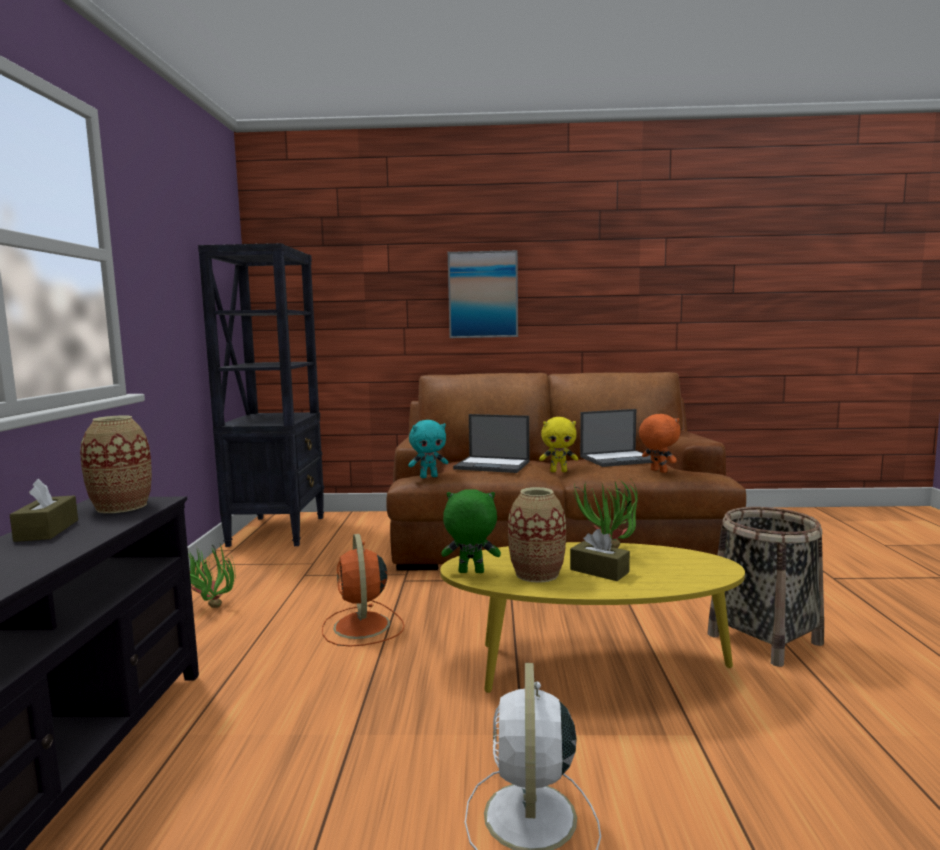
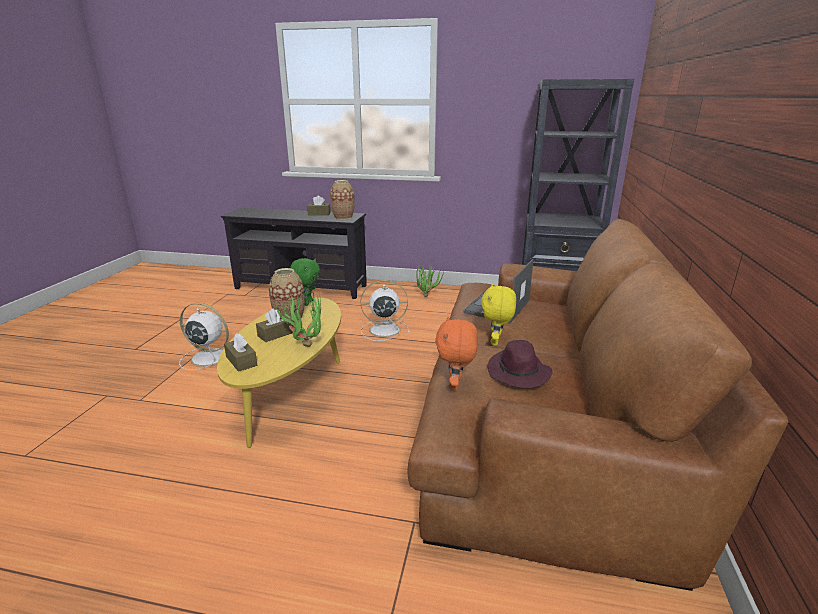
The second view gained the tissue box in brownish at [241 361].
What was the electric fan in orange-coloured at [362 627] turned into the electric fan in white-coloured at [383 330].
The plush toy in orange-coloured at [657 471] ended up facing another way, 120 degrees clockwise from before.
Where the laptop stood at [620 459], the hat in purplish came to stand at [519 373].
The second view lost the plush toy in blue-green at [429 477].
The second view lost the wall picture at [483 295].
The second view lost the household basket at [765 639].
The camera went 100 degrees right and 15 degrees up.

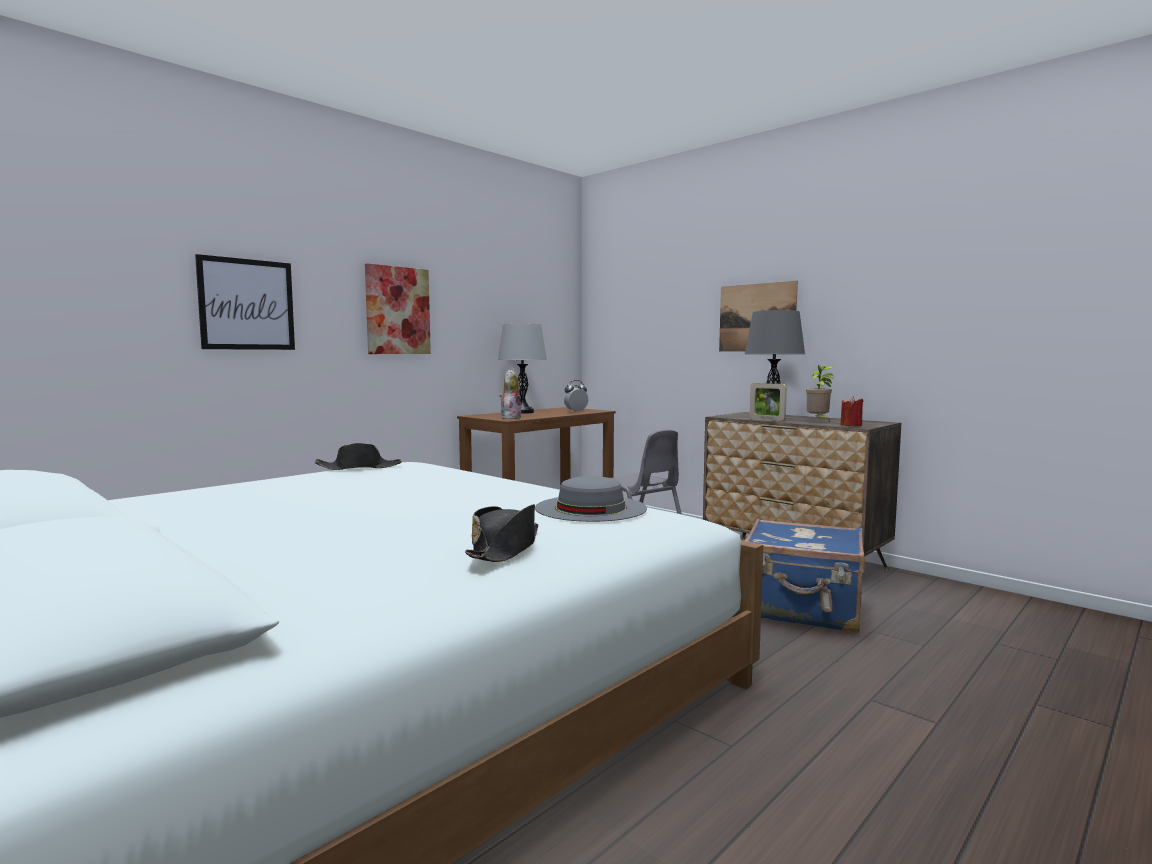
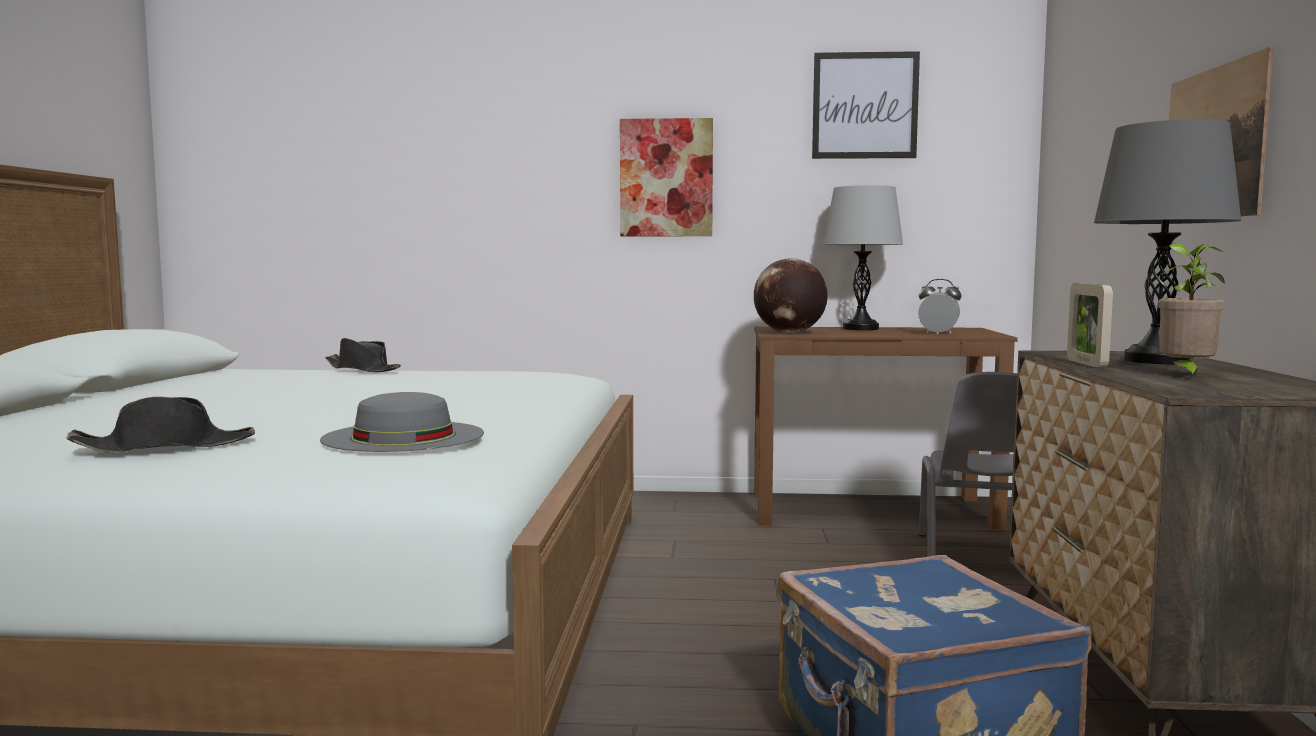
The hat in black ended up elsewhere, having gone from [359 467] to [363 369].
Where the plush toy stood at [510 418], the desk globe came to stand at [789 333].
The wall picture ended up elsewhere, having gone from [247 304] to [865 105].
The second view lost the wax light in reddish at [851 425].
The camera went 50 degrees right and 0 degrees up.

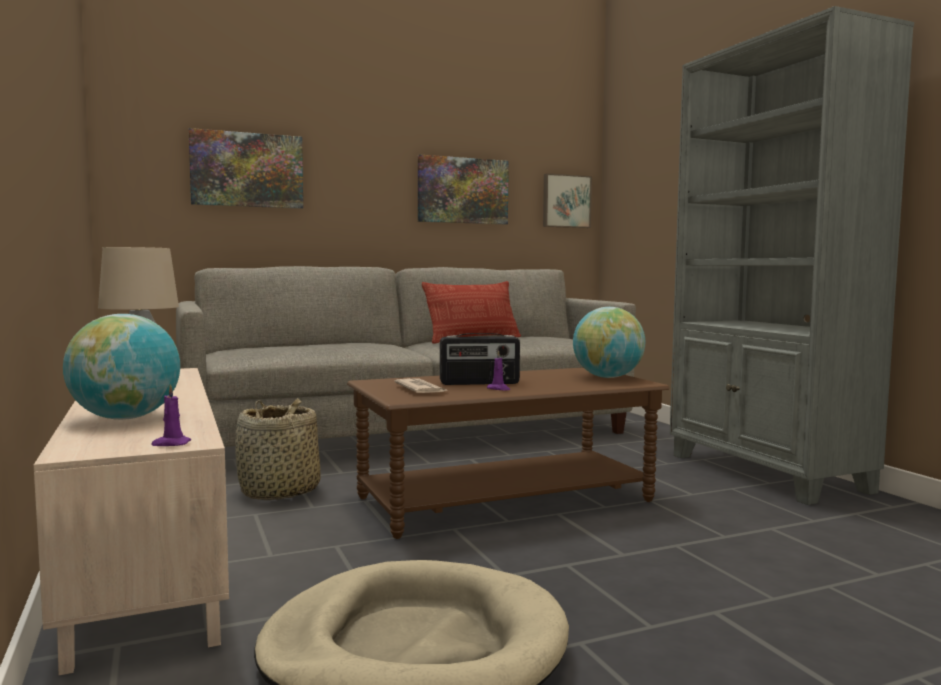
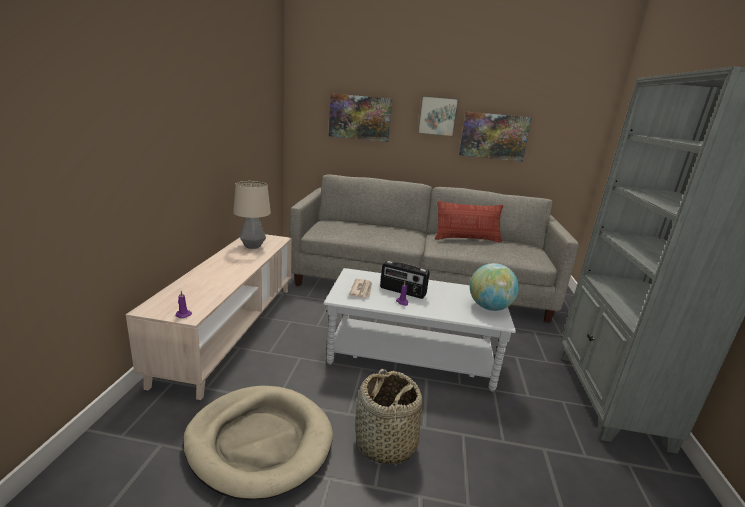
What was the lounge table in brownish at [506 500] turned into the lounge table in grey at [411 356].
The household basket ended up elsewhere, having gone from [280 492] to [385 443].
The wall picture ended up elsewhere, having gone from [566 201] to [437 116].
The second view lost the desk globe at [125 418].
The camera went 30 degrees right and 15 degrees up.

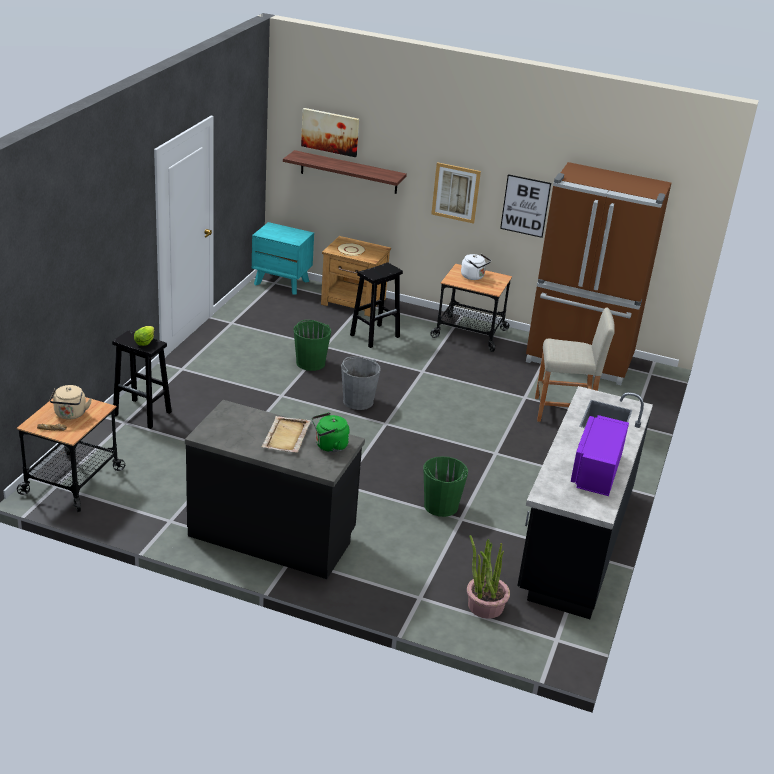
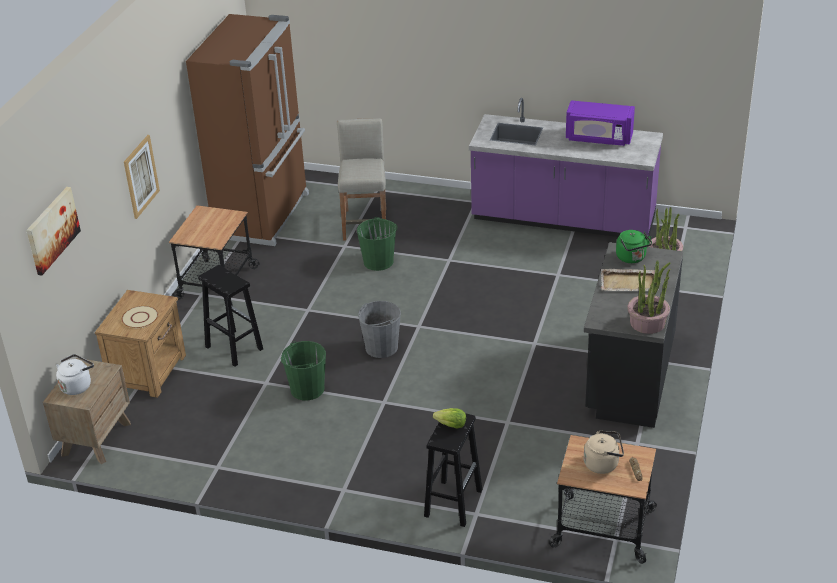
What was the nightstand in blue-green at [282 282] turned into the nightstand in brownish at [96 438].
The tea kettle in white-coloured ended up elsewhere, having gone from [474 277] to [77 385].
The bucket in green ended up elsewhere, having gone from [441 506] to [378 262].
What was the counter in black at [575 541] turned into the counter in purplish at [563 219].
The second view gained the potted plant at [647 323].
The second view lost the shelf at [349 172].
The second view lost the wall picture at [525 206].
The camera went 90 degrees left and 5 degrees up.

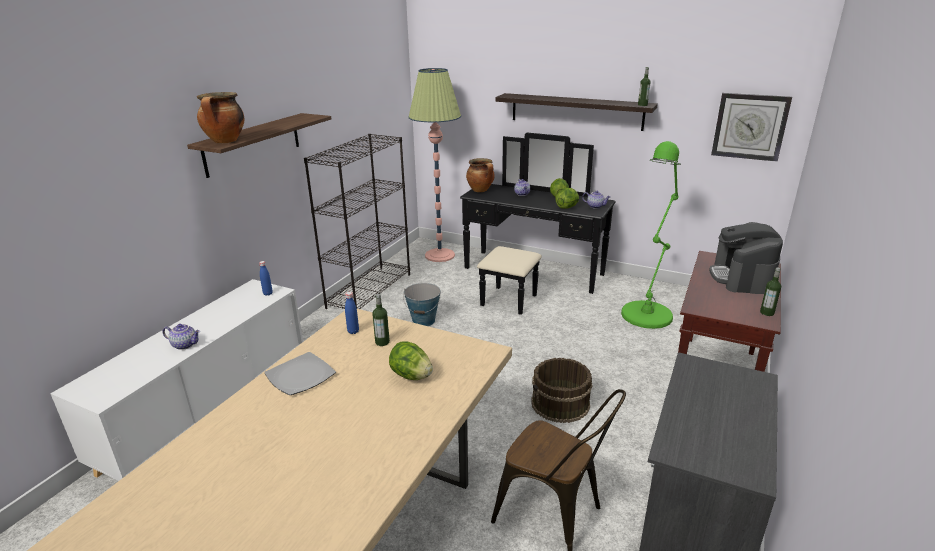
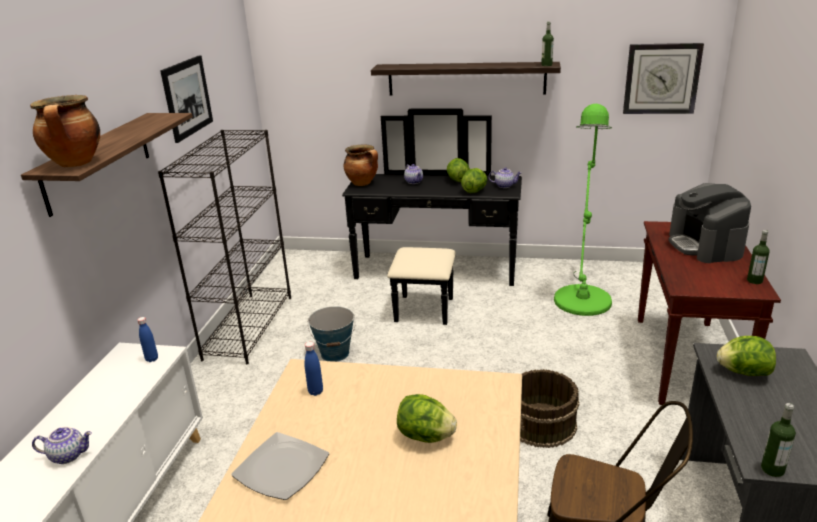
The second view gained the wall picture at [187 97].
The second view gained the lettuce head at [743 372].
The bottle ended up elsewhere, having gone from [382 342] to [772 469].
The second view lost the floor lamp at [440 255].
The camera went 15 degrees left and 0 degrees up.

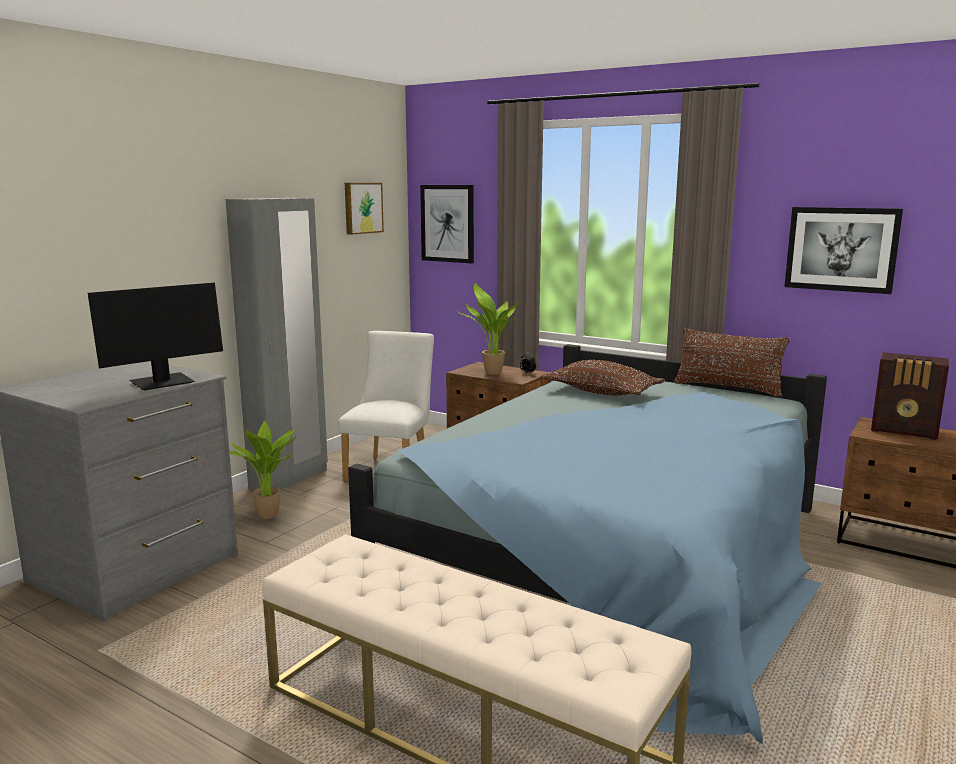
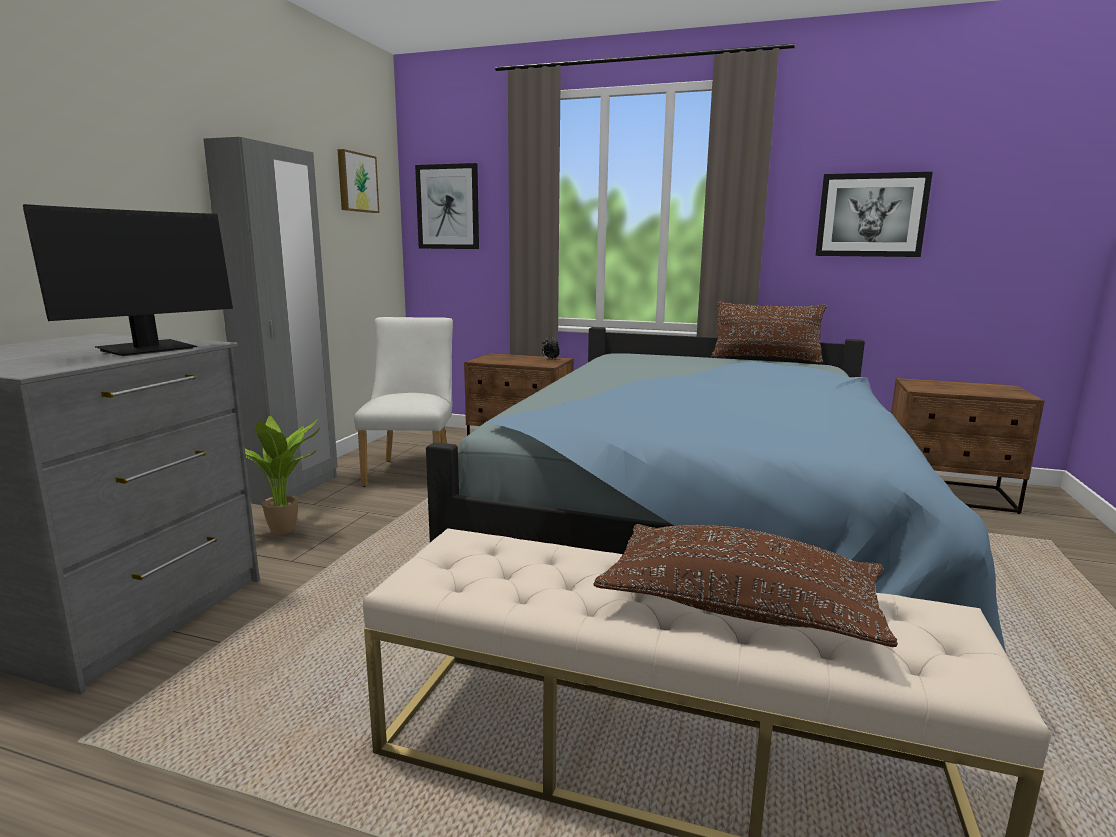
The cushion in brownish ended up elsewhere, having gone from [601 392] to [740 607].
The second view lost the potted plant at [490 373].
The second view lost the radio at [905 431].
The camera went 15 degrees left and 0 degrees up.

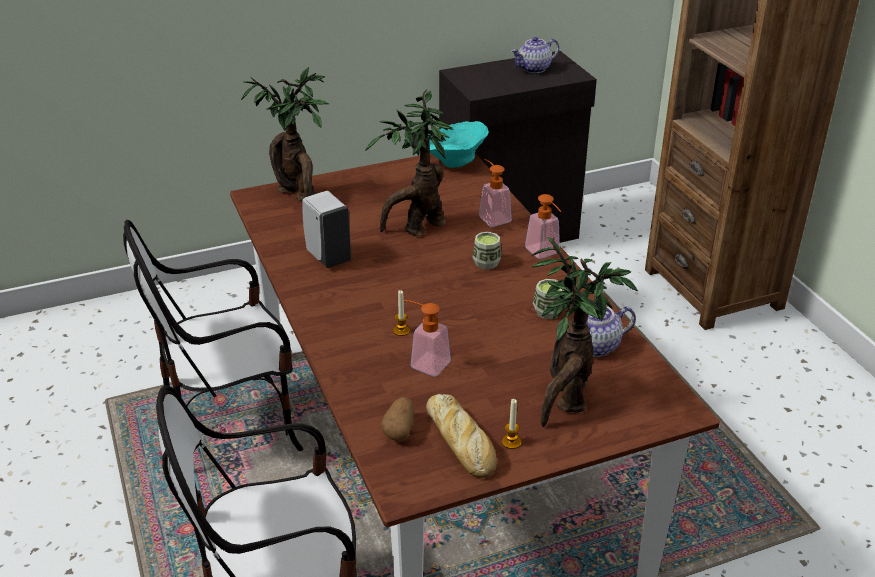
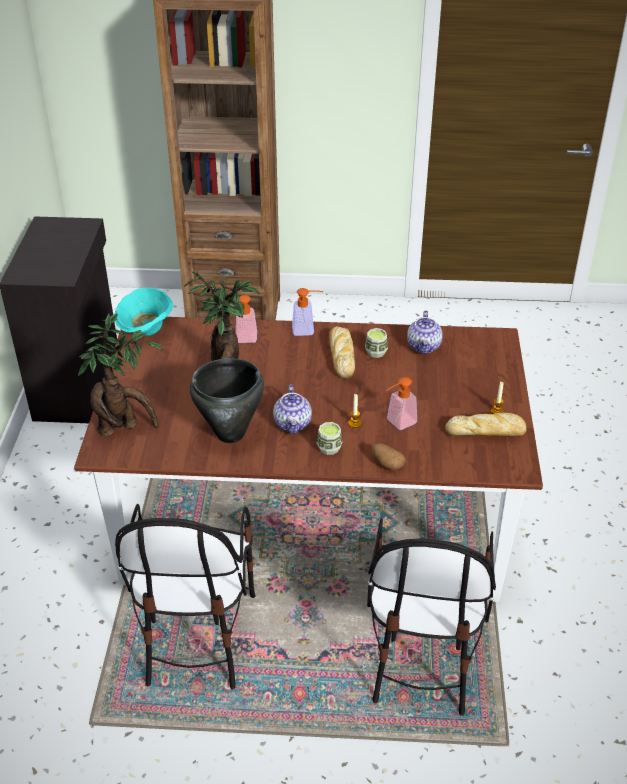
Where the liquid soap bottle in white-coloured stood at [327 256], the cooking pot in black came to stand at [231 434].
The tea pot ended up elsewhere, having gone from [534 69] to [293 424].
The small cup ended up elsewhere, having gone from [486 263] to [329 448].
The second view gained the bread at [341 355].
The potato ended up elsewhere, having gone from [400 429] to [386 463].
The second view lost the potted plant at [567 400].
The camera went 65 degrees left and 5 degrees up.

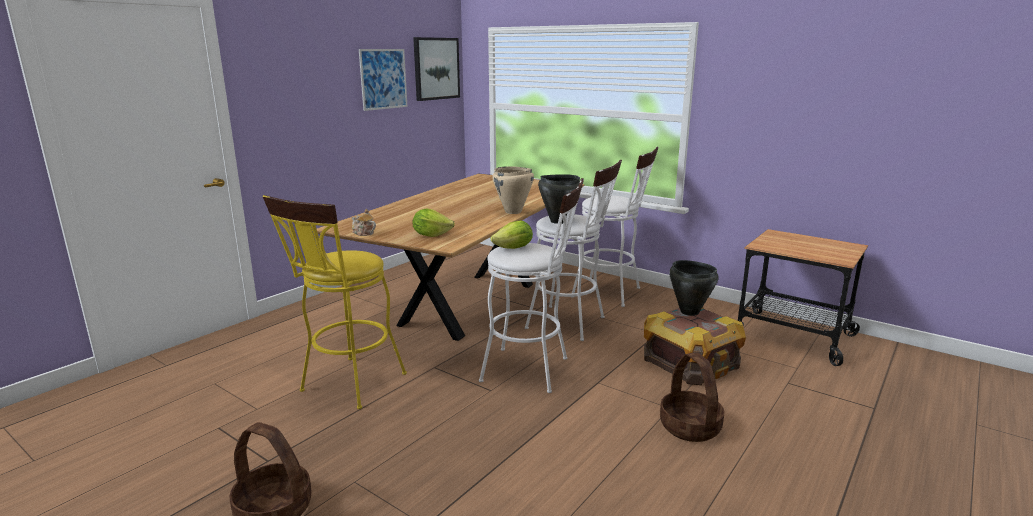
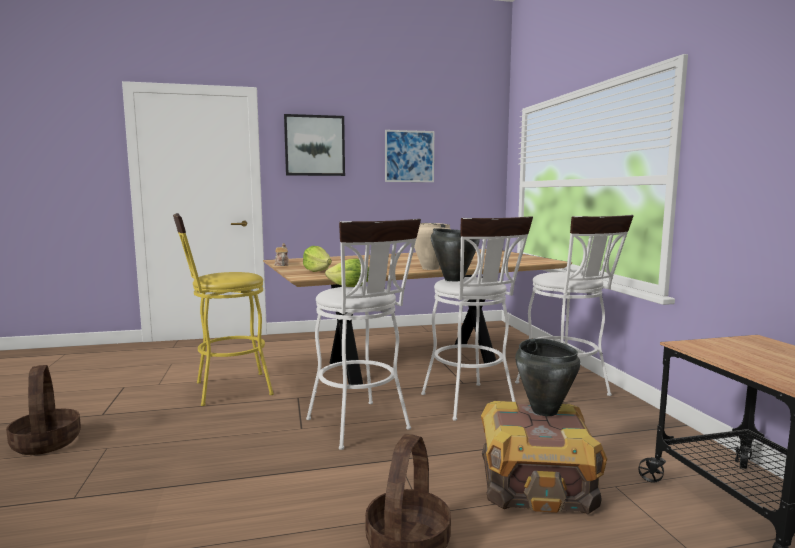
The wall picture ended up elsewhere, having gone from [436 68] to [314 145].
The camera went 40 degrees right and 10 degrees down.

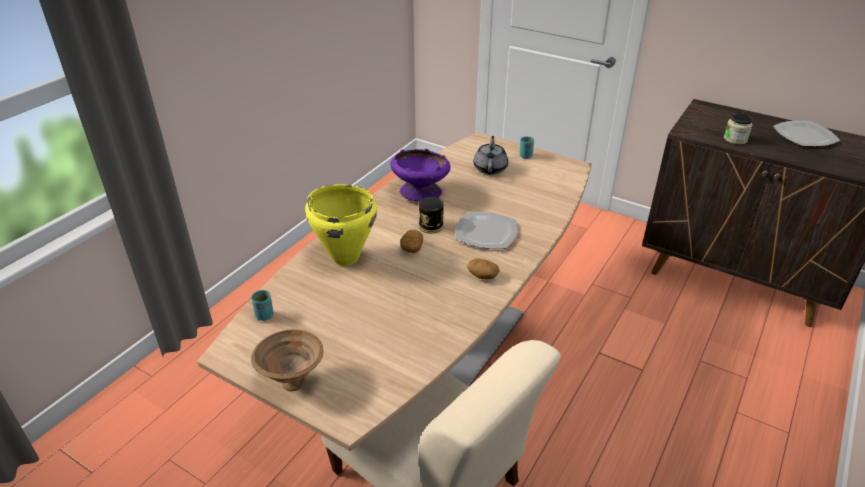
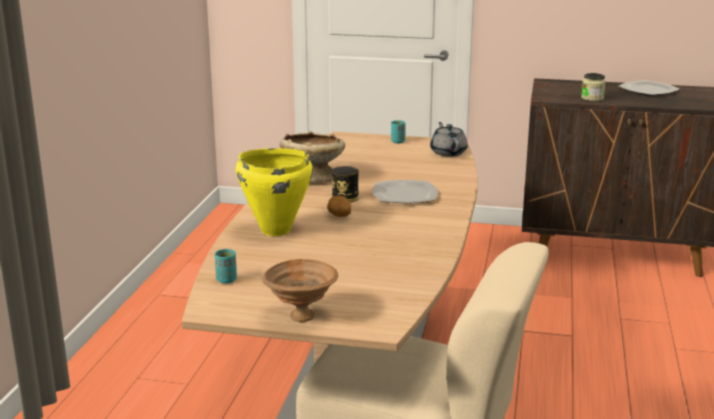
What was the deep dish in purplish at [420 192] turned into the deep dish in sand-coloured at [312 178].
The tea pot in grey ended up elsewhere, having gone from [490 168] to [448 152].
The second view lost the potato at [482 275].
The camera went 20 degrees left and 15 degrees down.

